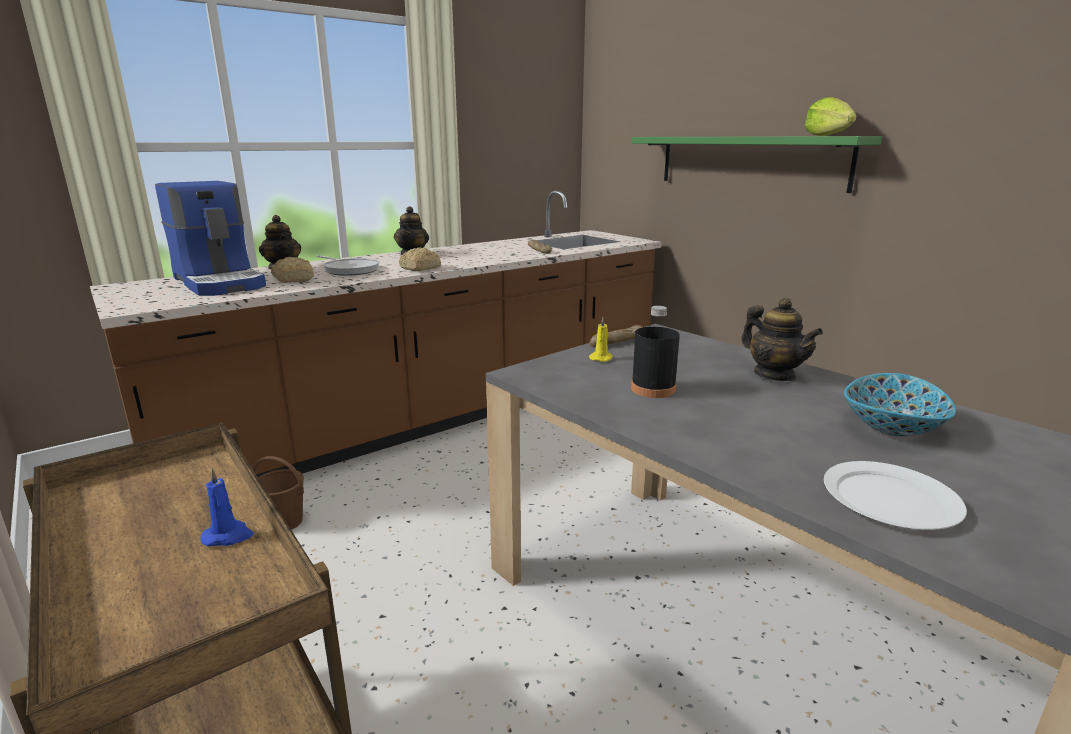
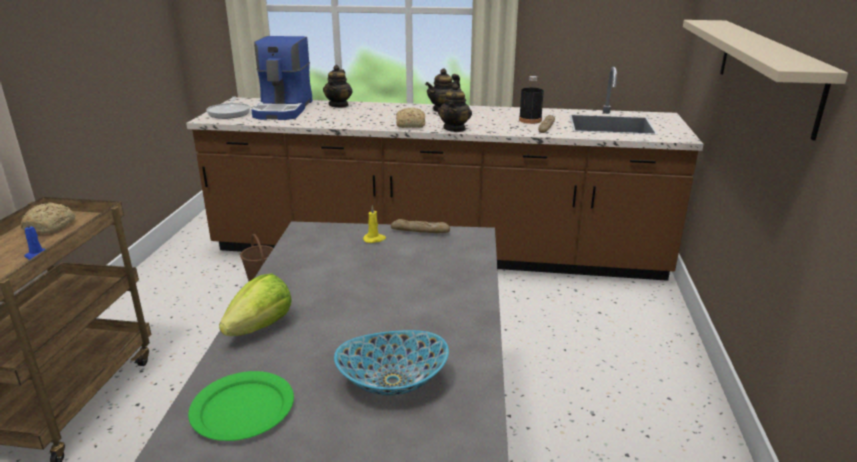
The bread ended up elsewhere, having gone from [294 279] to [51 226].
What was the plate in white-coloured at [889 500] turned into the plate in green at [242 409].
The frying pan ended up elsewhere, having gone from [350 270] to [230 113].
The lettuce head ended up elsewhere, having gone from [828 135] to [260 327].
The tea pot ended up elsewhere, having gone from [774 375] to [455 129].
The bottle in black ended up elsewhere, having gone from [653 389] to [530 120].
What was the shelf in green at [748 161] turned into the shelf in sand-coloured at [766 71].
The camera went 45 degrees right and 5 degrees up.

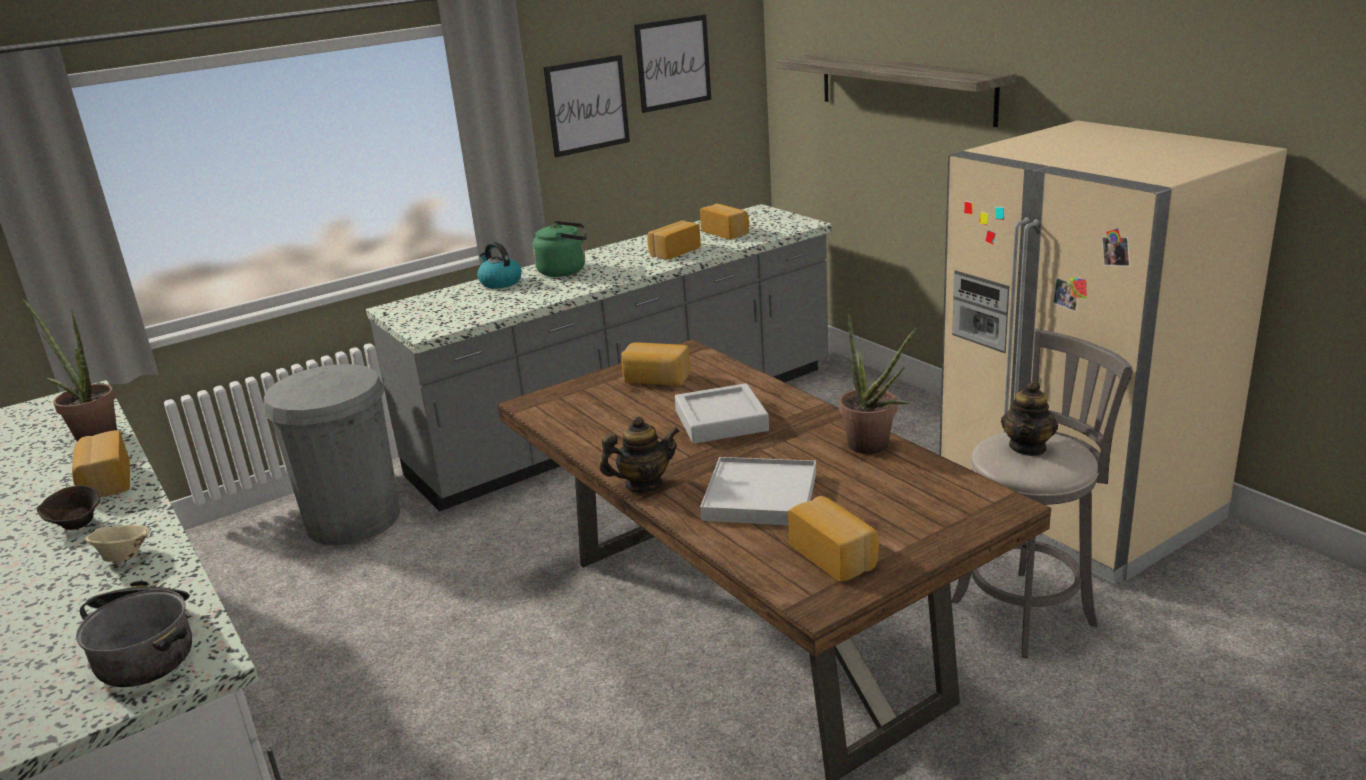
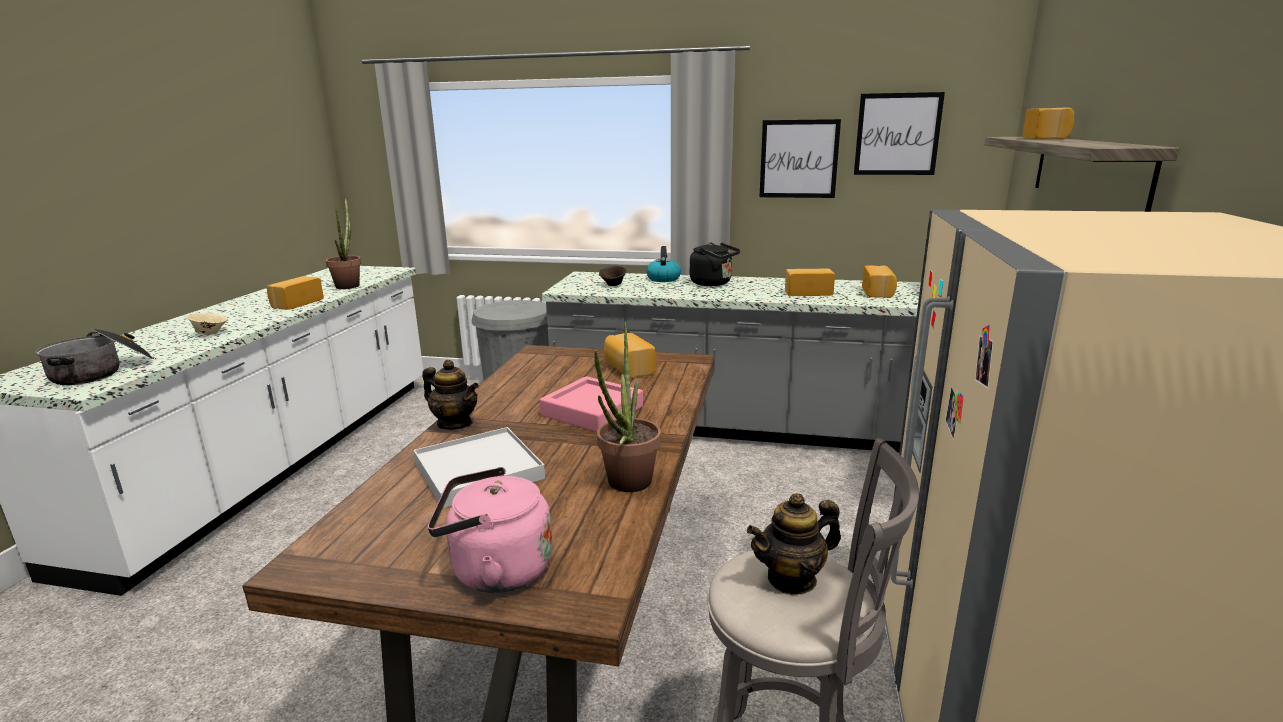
The second view gained the tea kettle in pinkish at [495 571].
What was the carrying tray in grey at [721 421] turned into the carrying tray in pinkish at [592 411].
The deep dish in brownish ended up elsewhere, having gone from [78 525] to [613 285].
What was the tea kettle in green at [565 270] turned into the tea kettle in black at [713 283].
The bread ended up elsewhere, having gone from [835 555] to [1046 138].
The camera went 45 degrees right and 5 degrees down.

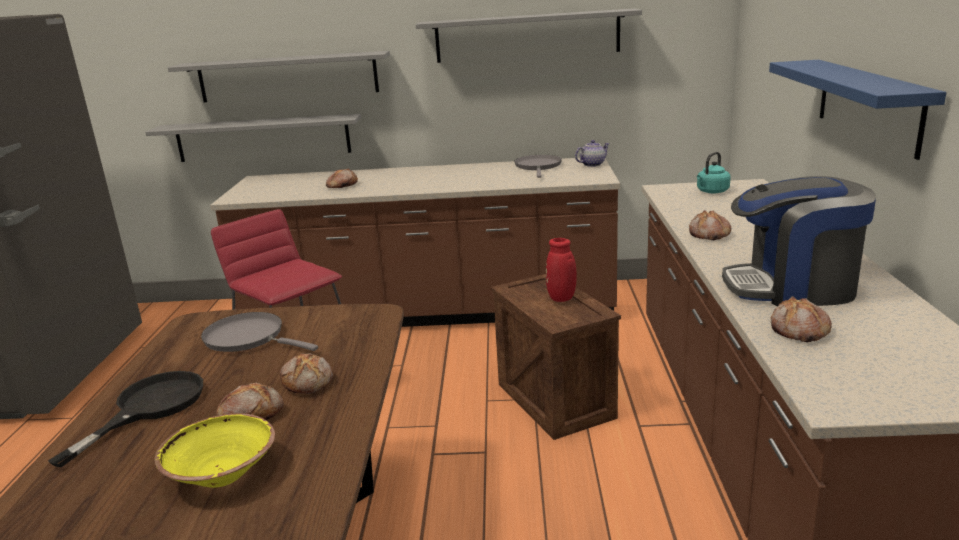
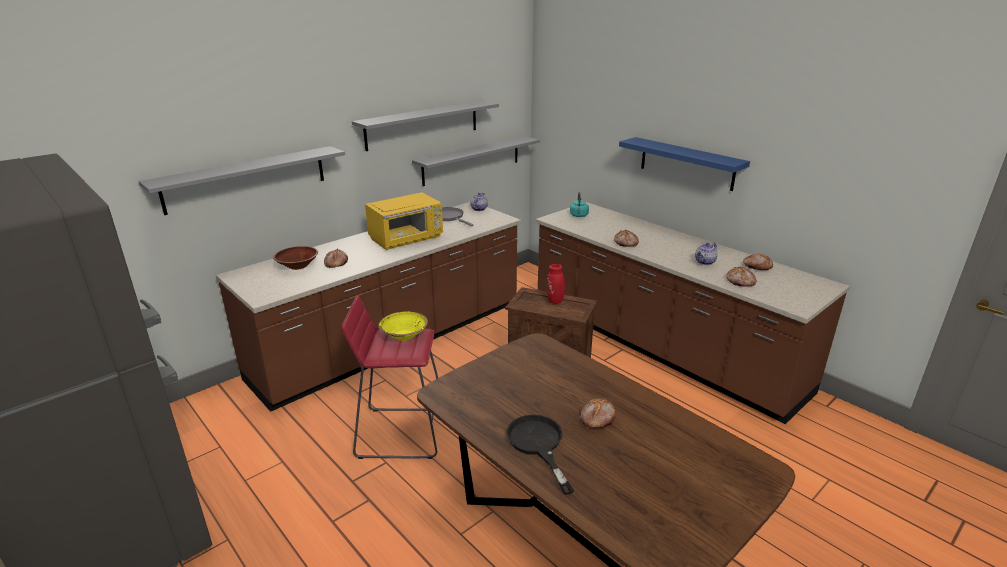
The second view gained the deep dish in brownish at [298 266].
The second view gained the kitchen microwave in yellow-coloured at [407 239].
The deep dish in yellow-coloured ended up elsewhere, having gone from [221 473] to [404 336].
The shelf in grey ended up elsewhere, having gone from [263 138] to [472 160].
Where the coffee maker stood at [792 288], the tea pot came to stand at [705 262].
The bread ended up elsewhere, having gone from [308 382] to [757 266].
The second view lost the frying pan in grey at [249 338].
The camera went 45 degrees left and 5 degrees up.

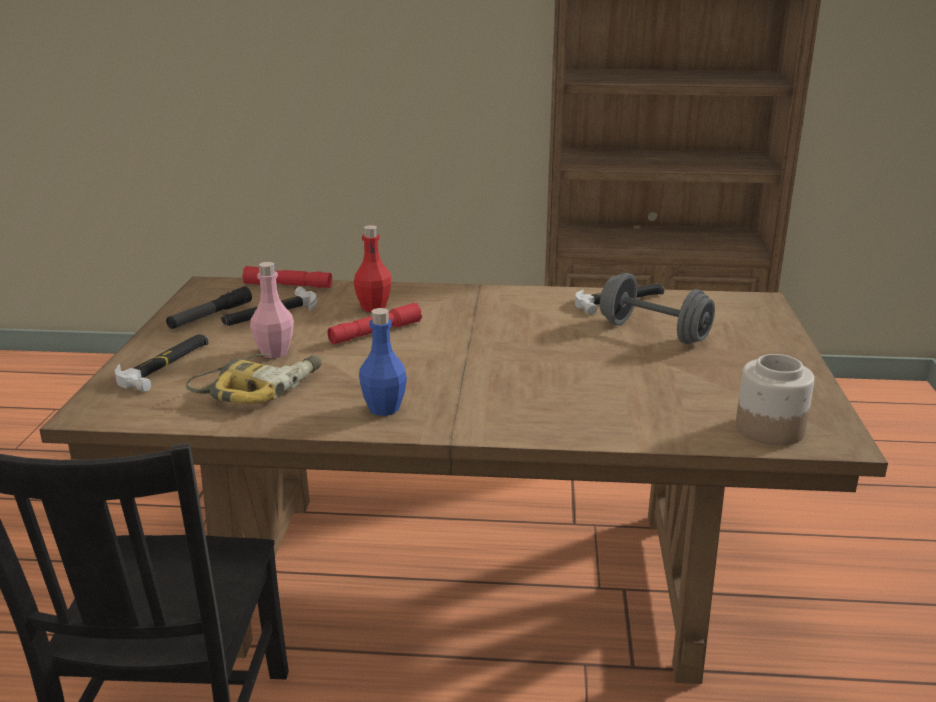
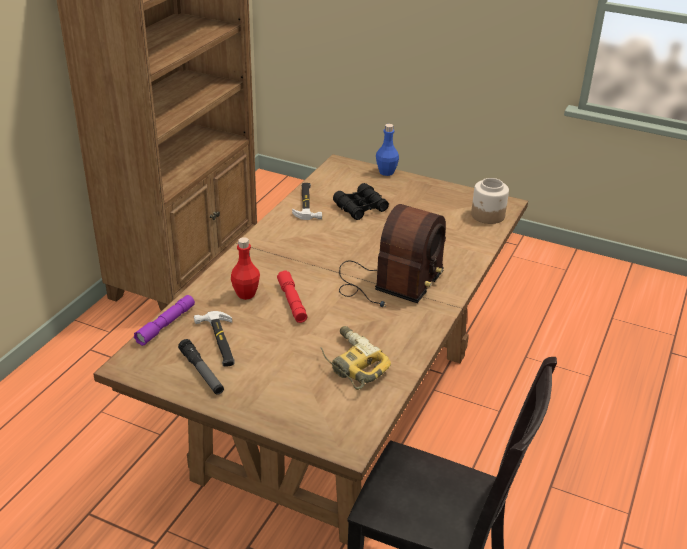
What was the hand torch in reddish at [288 286] turned into the hand torch in purplish at [166 325].
Where the dumbbell in grey stood at [654 332], the binoculars in black came to stand at [360 208].
The second view gained the radio at [389 283].
The bottle in bluish ended up elsewhere, having gone from [384 409] to [386 172].
The second view lost the hand hammer at [166 365].
The second view lost the bottle in pinkish at [274 352].
The camera went 70 degrees left and 10 degrees up.

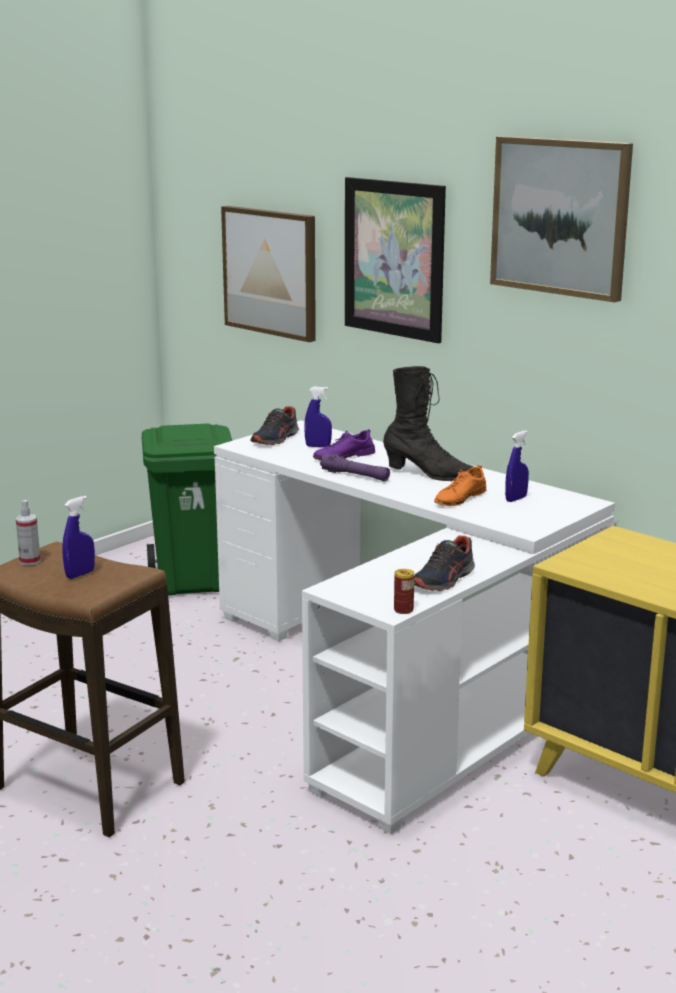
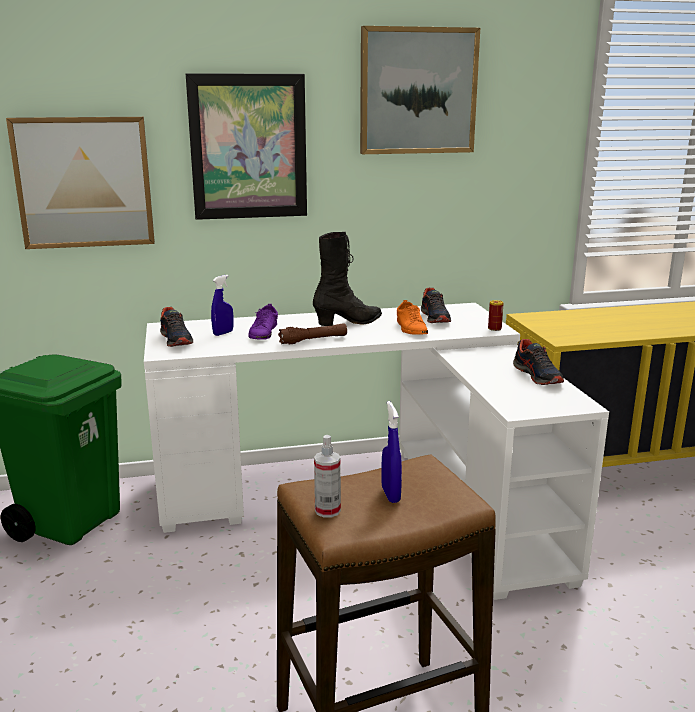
What was the hand torch in purplish at [355 476] turned into the hand torch in brownish at [313 340].
Where the sprayer in bluish stood at [516 499], the low shoe came to stand at [435 318].
The sealed can ended up elsewhere, having gone from [403 610] to [494 329].
The camera went 55 degrees left and 0 degrees up.

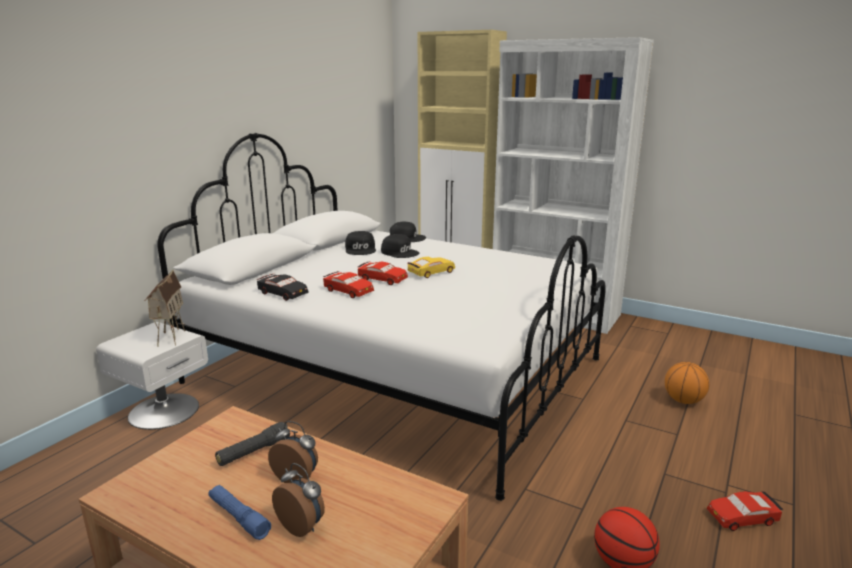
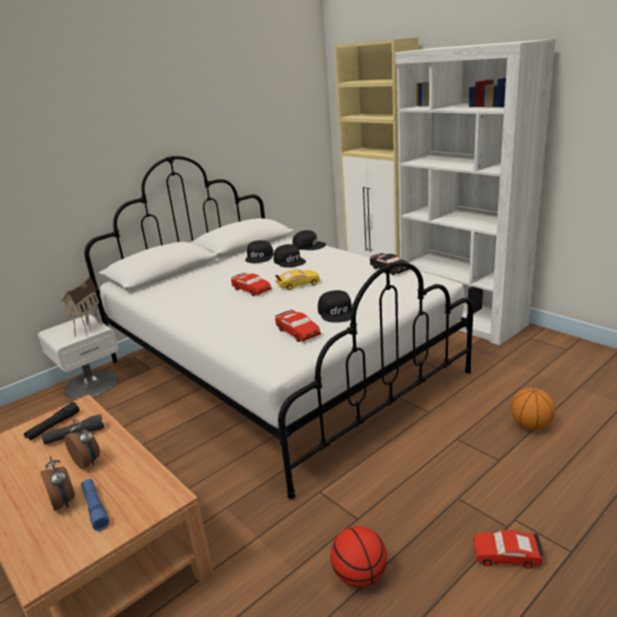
The second view gained the hand torch in black at [53 426].
The hand torch in bluish ended up elsewhere, having gone from [238 517] to [95 508].
The miniature car in reddish ended up elsewhere, having gone from [348 291] to [298 332].
The second view gained the baseball cap in black at [337 312].
The miniature car in black ended up elsewhere, having gone from [283 293] to [389 269].
The camera went 20 degrees right and 5 degrees up.

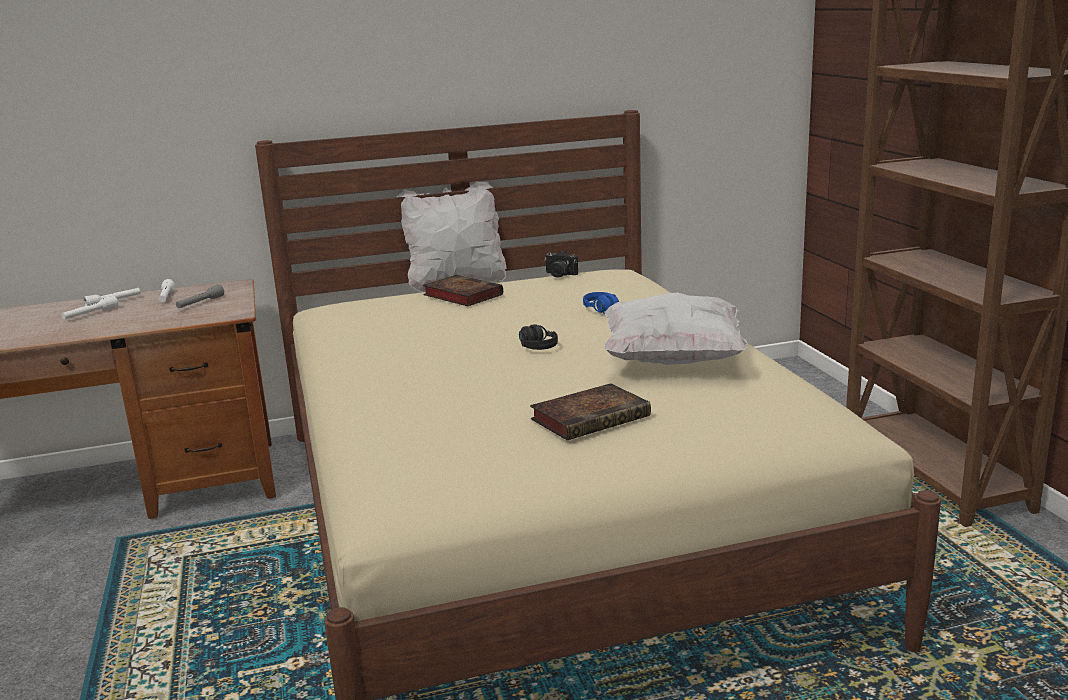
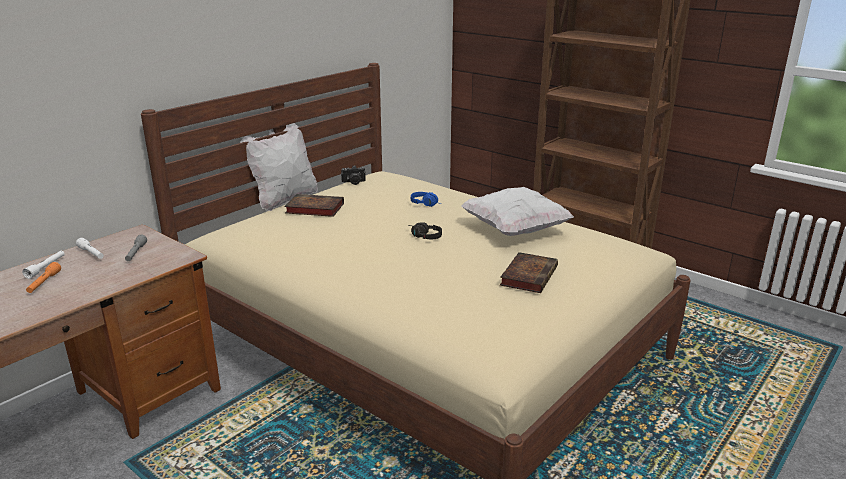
What was the hand torch in white-coloured at [90 314] turned into the hand torch in orange-coloured at [44 283].
The camera went 35 degrees left and 5 degrees up.

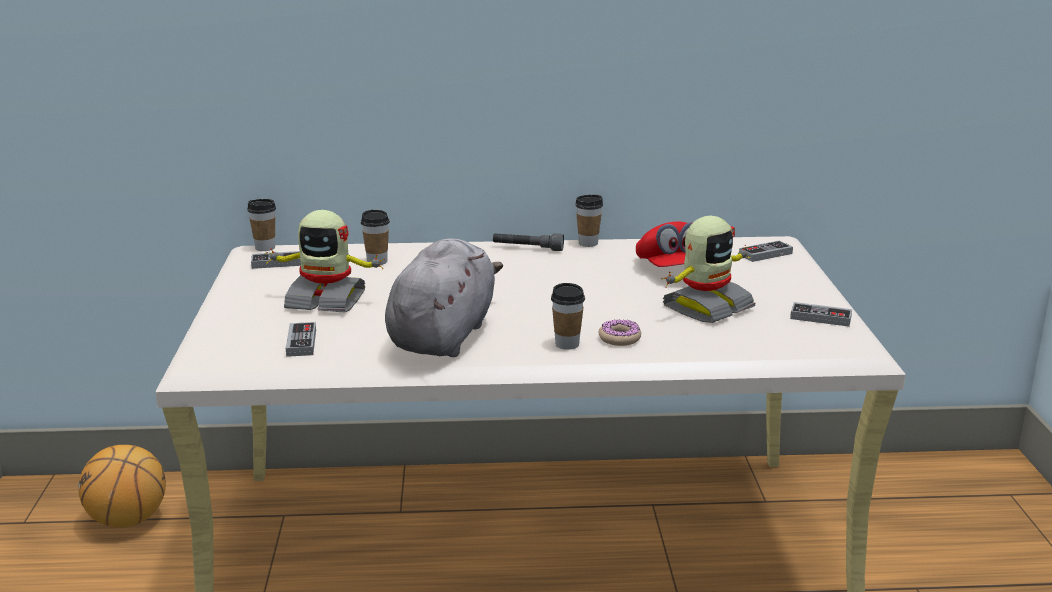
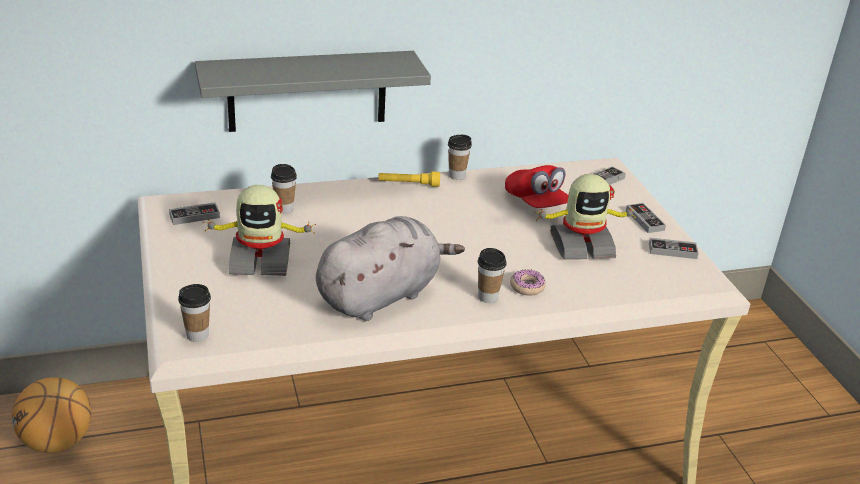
The small cup ended up elsewhere, having gone from [265 248] to [197 335].
The second view gained the shelf in grey at [307 91].
The plush toy in grey at [443 335] ended up facing another way, 45 degrees clockwise from before.
What was the hand torch in grey at [527 248] turned into the hand torch in yellow-coloured at [408 184].
The toy robot at [706 307] ended up facing another way, 45 degrees clockwise from before.
The gamepad ended up elsewhere, having gone from [301 343] to [644 220].
The camera went 15 degrees left and 10 degrees up.

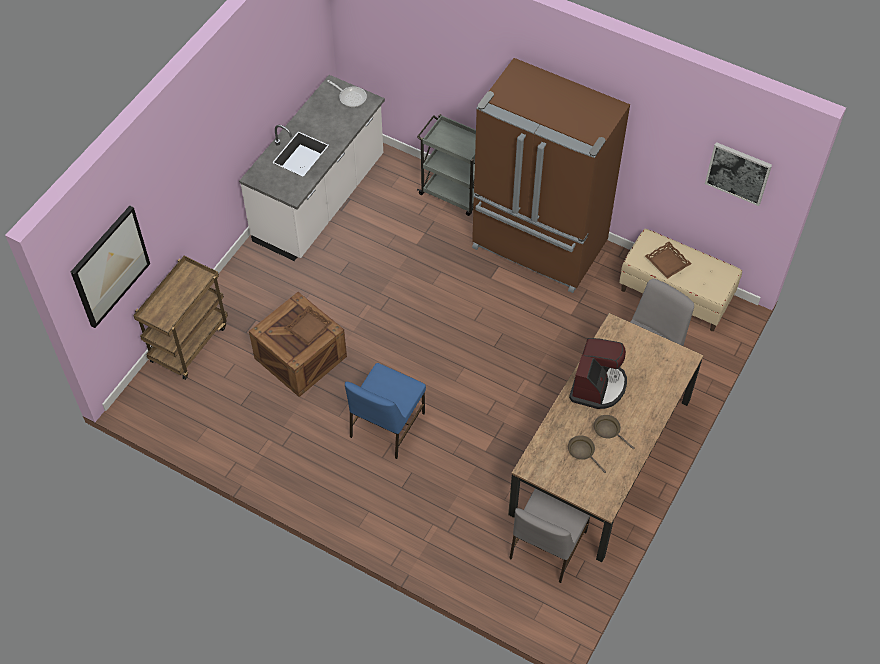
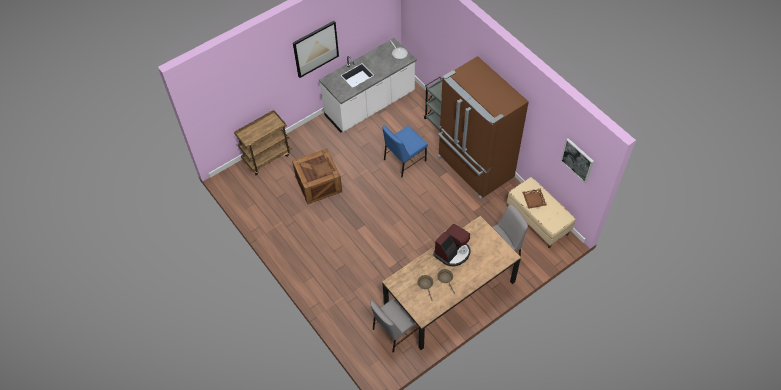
The wall picture ended up elsewhere, having gone from [110 266] to [315 48].
The chair in bluish ended up elsewhere, having gone from [386 425] to [404 160].
The camera went 25 degrees right and 0 degrees up.

